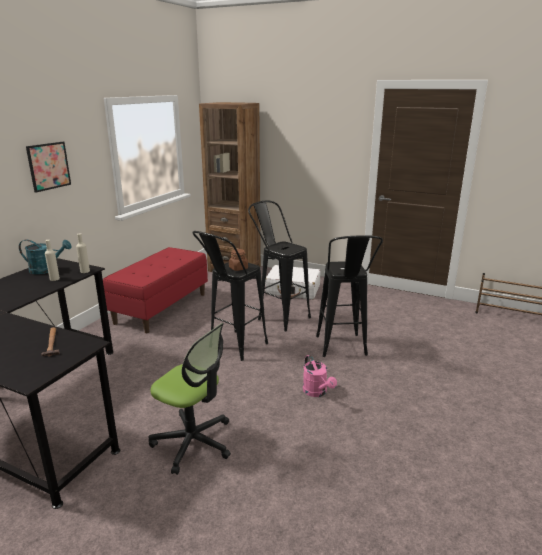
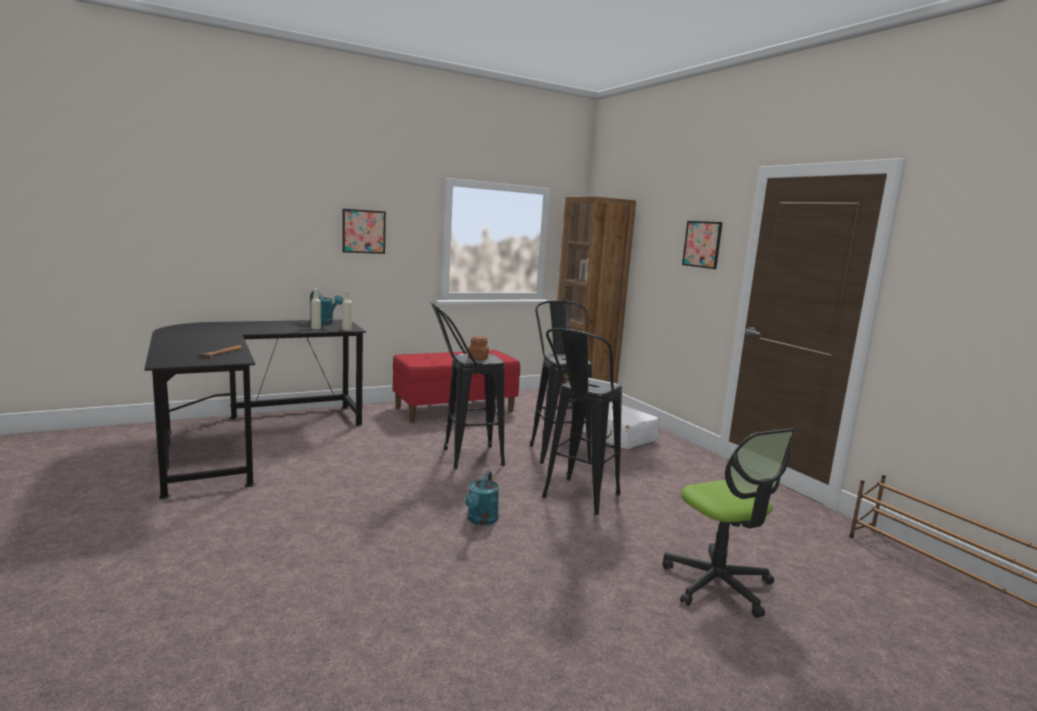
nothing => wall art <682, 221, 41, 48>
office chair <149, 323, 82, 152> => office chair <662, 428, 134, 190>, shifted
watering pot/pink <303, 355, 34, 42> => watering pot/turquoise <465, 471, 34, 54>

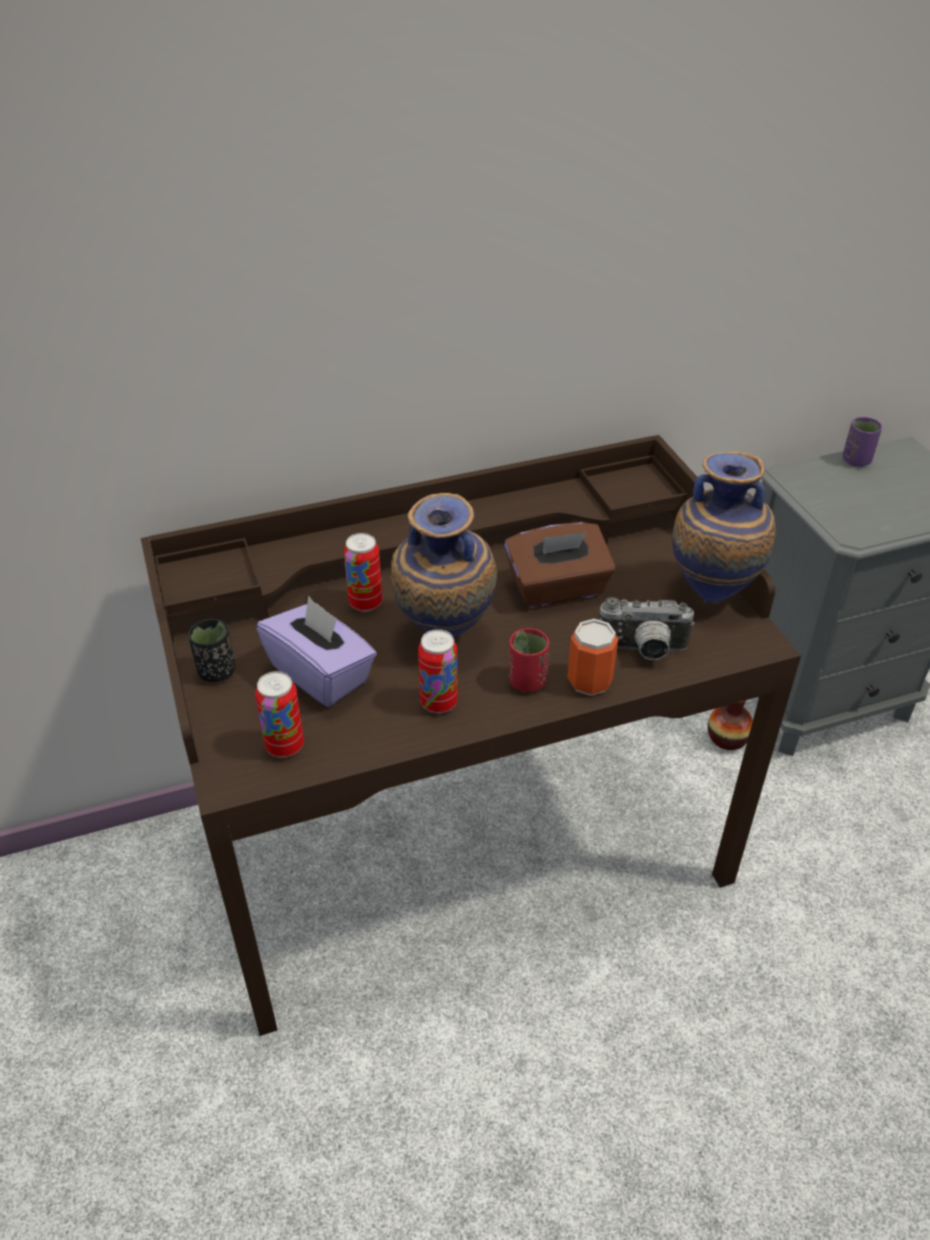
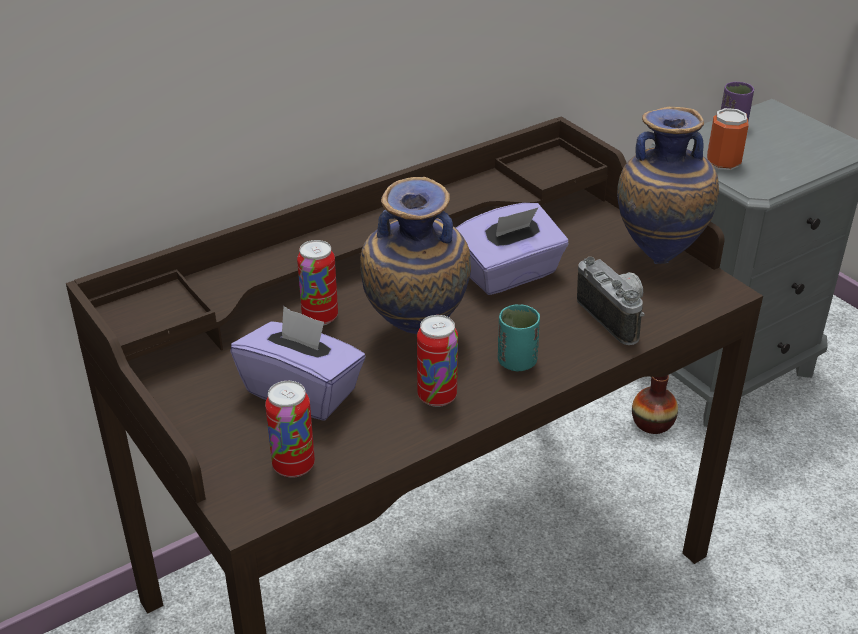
drinking cup/blackish <188, 619, 48, 63> => nothing
metal can <567, 619, 51, 77> => metal can <707, 108, 42, 62>, shifted
box of tissues/brownish <504, 522, 112, 86> => box of tissues/purplish <456, 203, 113, 92>
drinking cup/red-coloured <509, 628, 40, 64> => drinking cup/turquoise <498, 305, 42, 66>
photo camera <598, 597, 97, 63> => photo camera <577, 257, 68, 88>, 105 degrees counterclockwise

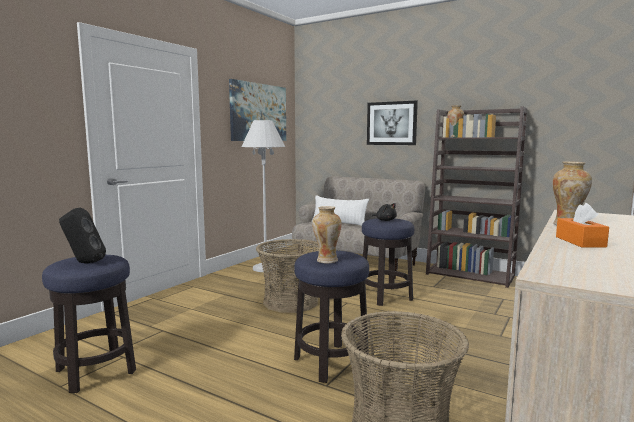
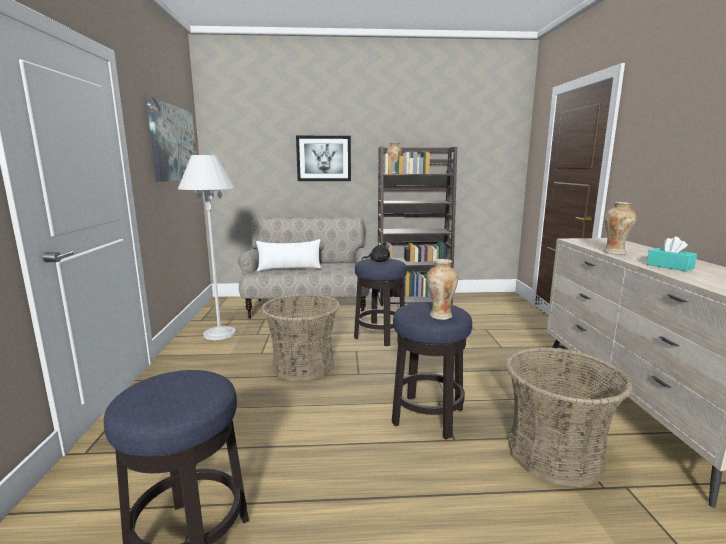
loudspeaker/blackish <59, 208, 47, 55> => nothing
box of tissues/orangey <556, 203, 53, 45> => box of tissues/turquoise <647, 237, 50, 34>

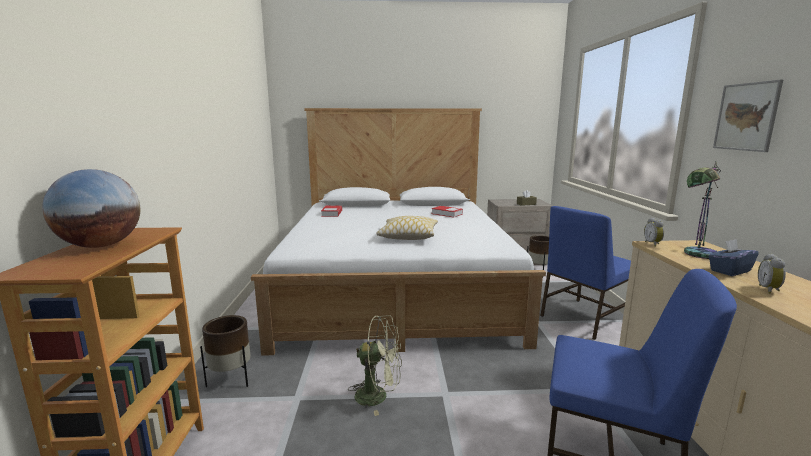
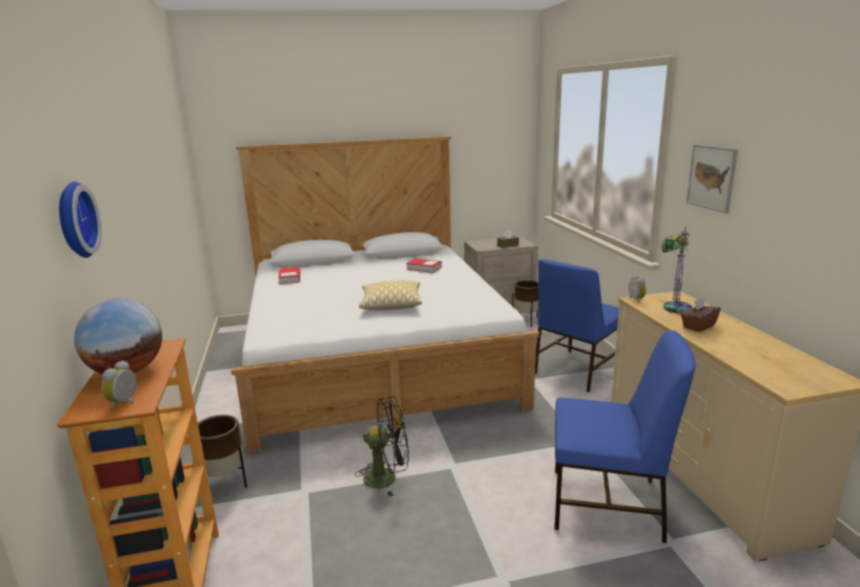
nothing => hanging clock <59, 182, 42, 76>
alarm clock <758, 254, 28, 40> => alarm clock <101, 360, 35, 50>, shifted
electric fan/greenish <348, 315, 54, 101> => electric fan/blackish <354, 397, 55, 100>
box of tissues/blue <708, 239, 51, 37> => box of tissues/brownish <681, 298, 40, 34>

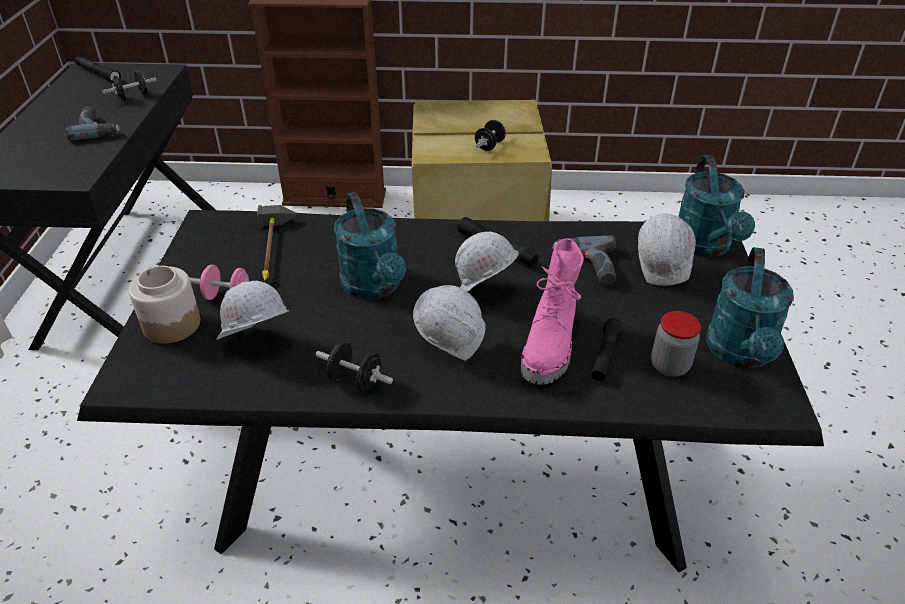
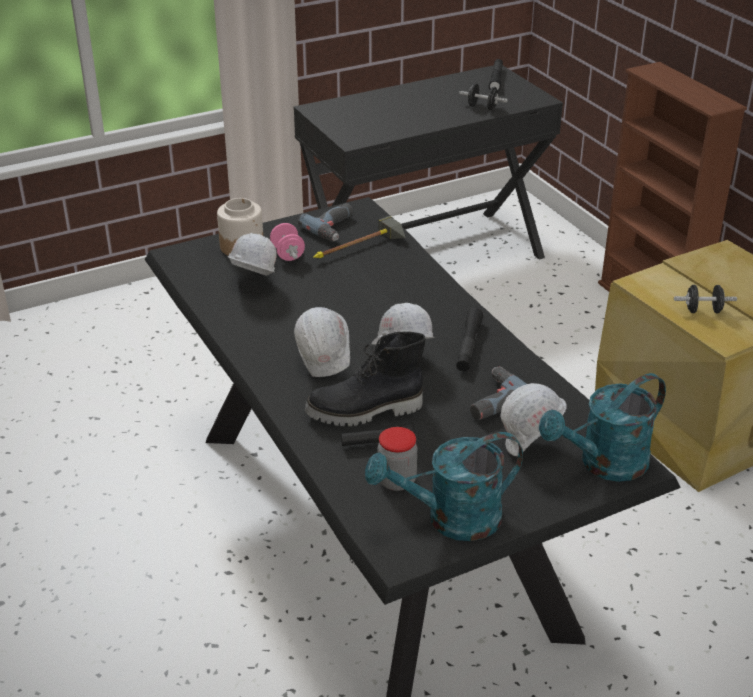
hand weight/blackish <316, 342, 77, 50> => nothing
watering pot/turquoise <334, 192, 72, 108> => nothing
electric drill <65, 106, 56, 34> => electric drill <298, 203, 55, 39>, shifted
high-top boot/pink <521, 238, 63, 147> => high-top boot/blackish <305, 331, 121, 95>

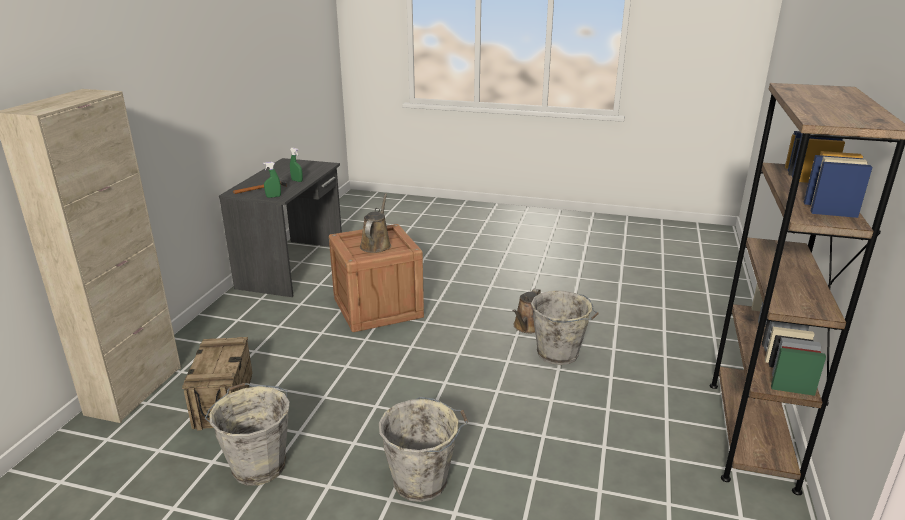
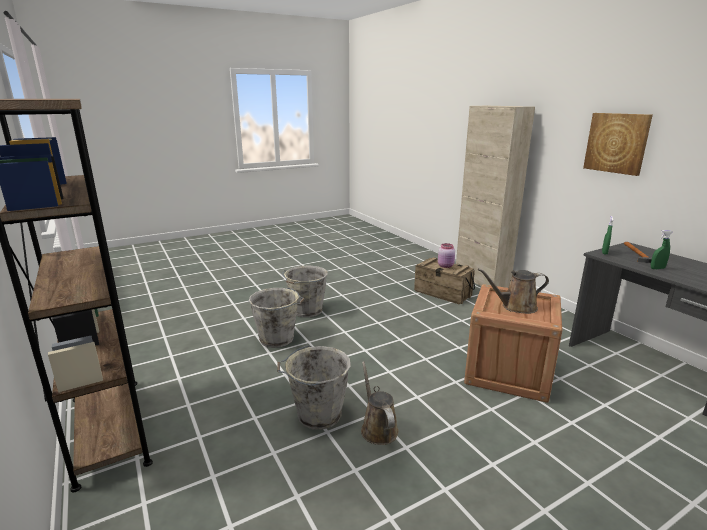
nothing => preserve jar/pink <438, 243, 17, 25>
nothing => wall art <583, 113, 70, 63>
water bucket/gray <205, 383, 85, 103> => water bucket/gray <249, 288, 55, 60>, shifted
watering pot/brownish <360, 193, 31, 60> => watering pot/brownish <478, 268, 71, 46>, 120 degrees clockwise

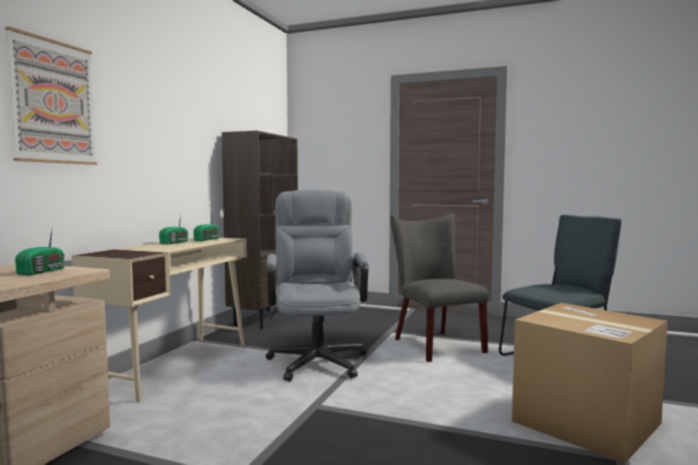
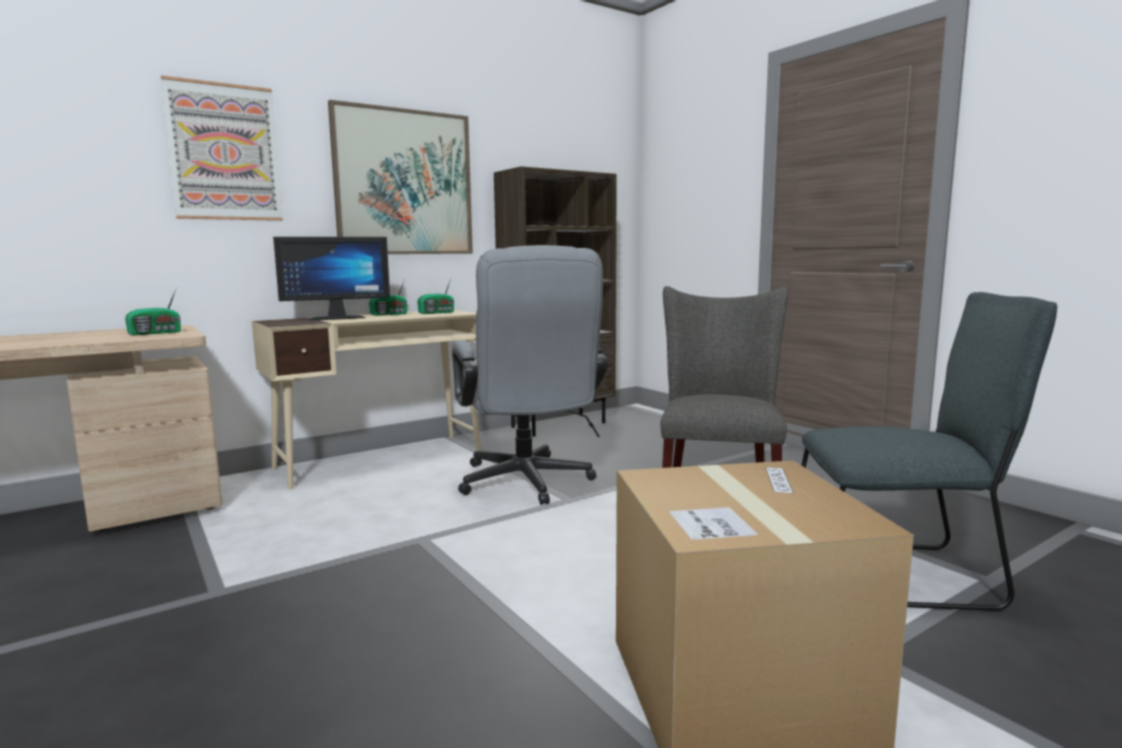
nothing => computer display <273, 237, 117, 84>
nothing => wall art <328, 100, 145, 154>
office chair/gray <266, 190, 103, 191> => office chair/gray <452, 245, 156, 260>, 135 degrees clockwise

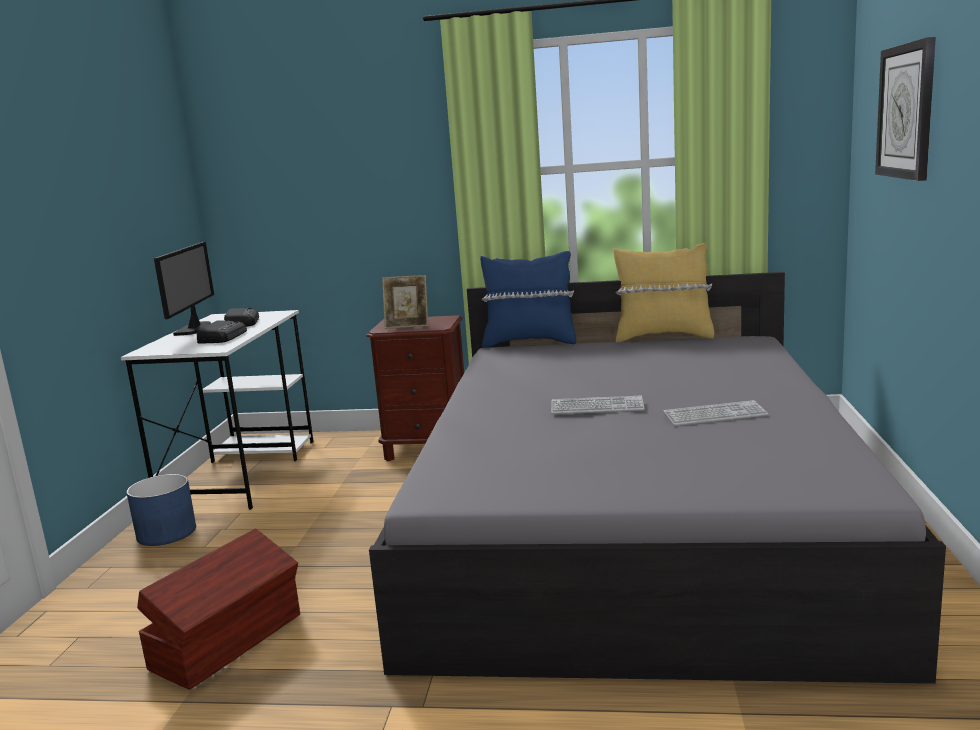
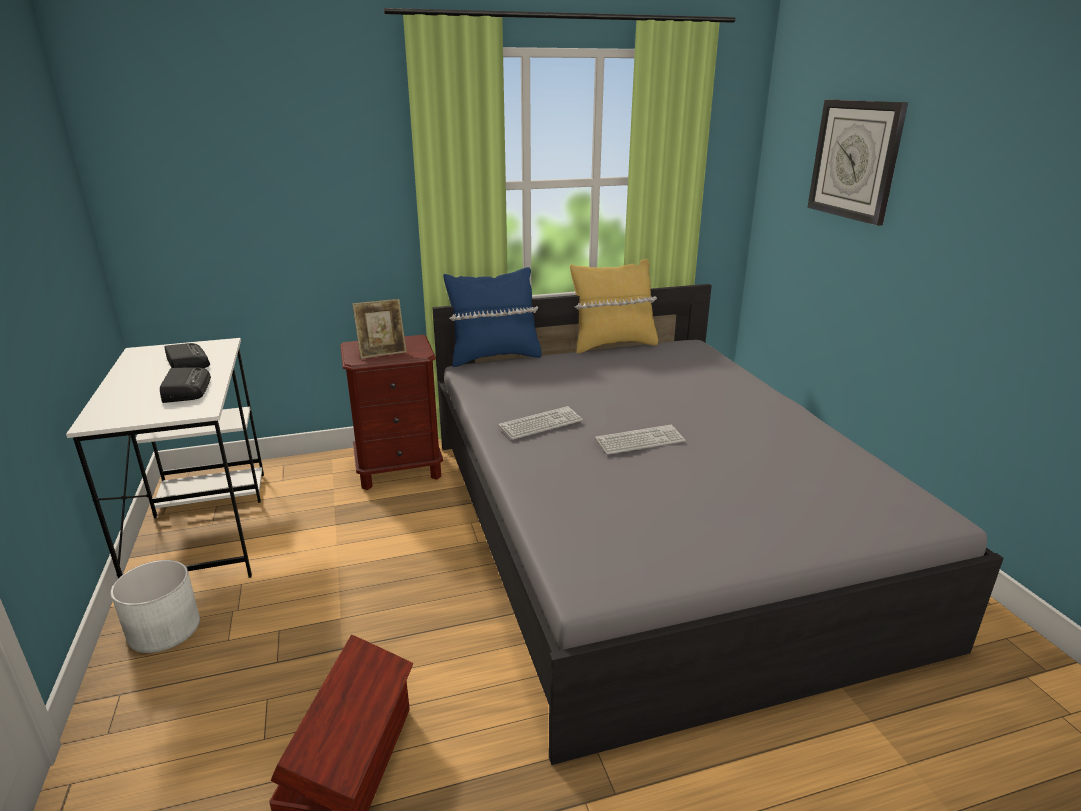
computer display <154, 242, 60, 94> => nothing
keyboard <663, 400, 105, 26> => keyboard <498, 406, 85, 34>, shifted
plant pot/blue <126, 474, 70, 72> => plant pot/white <111, 560, 89, 93>

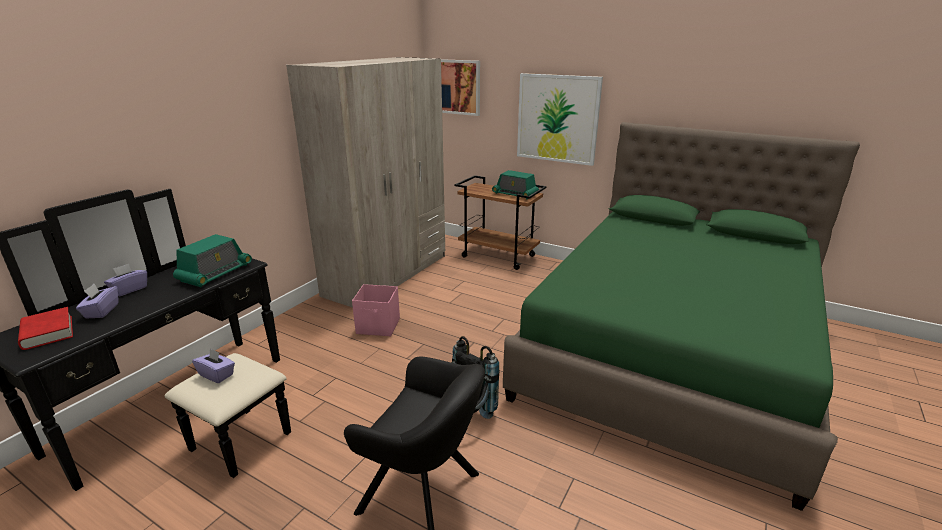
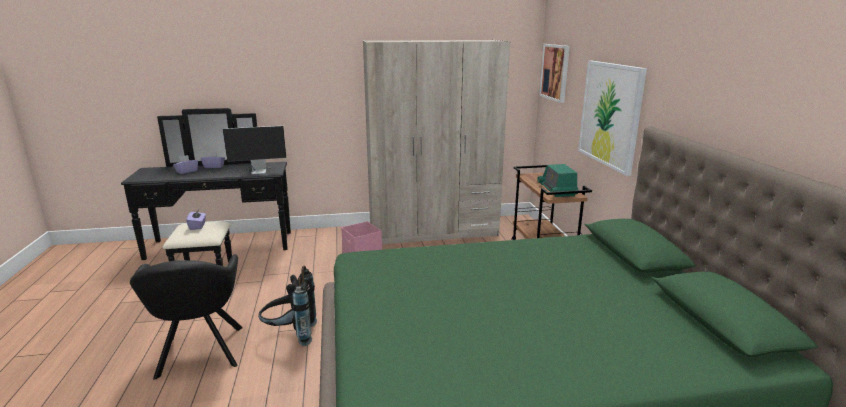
book/red-coloured <18, 307, 55, 43> => nothing
radio <173, 234, 79, 53> => computer display <210, 126, 76, 48>

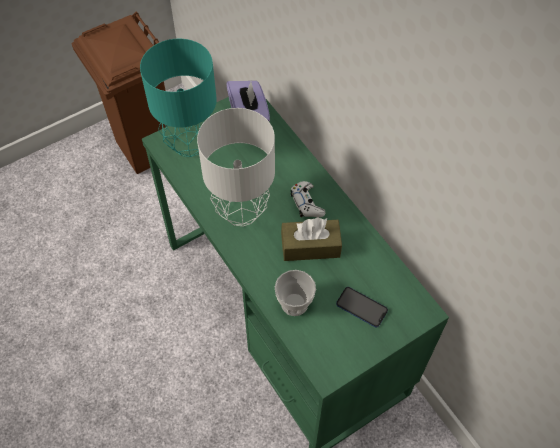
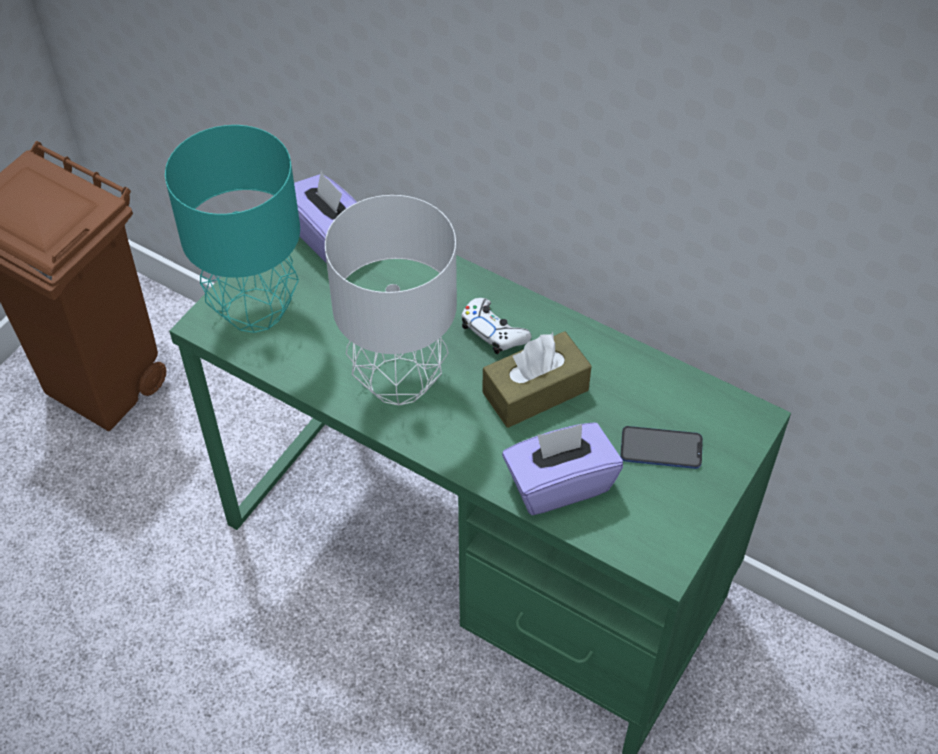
drinking cup <275, 270, 41, 46> => box of tissues/purplish <502, 422, 121, 93>

